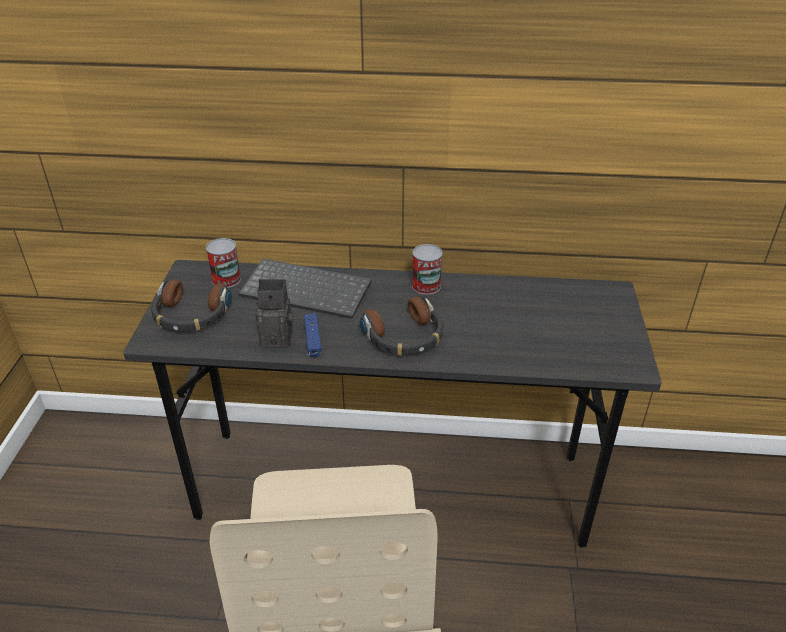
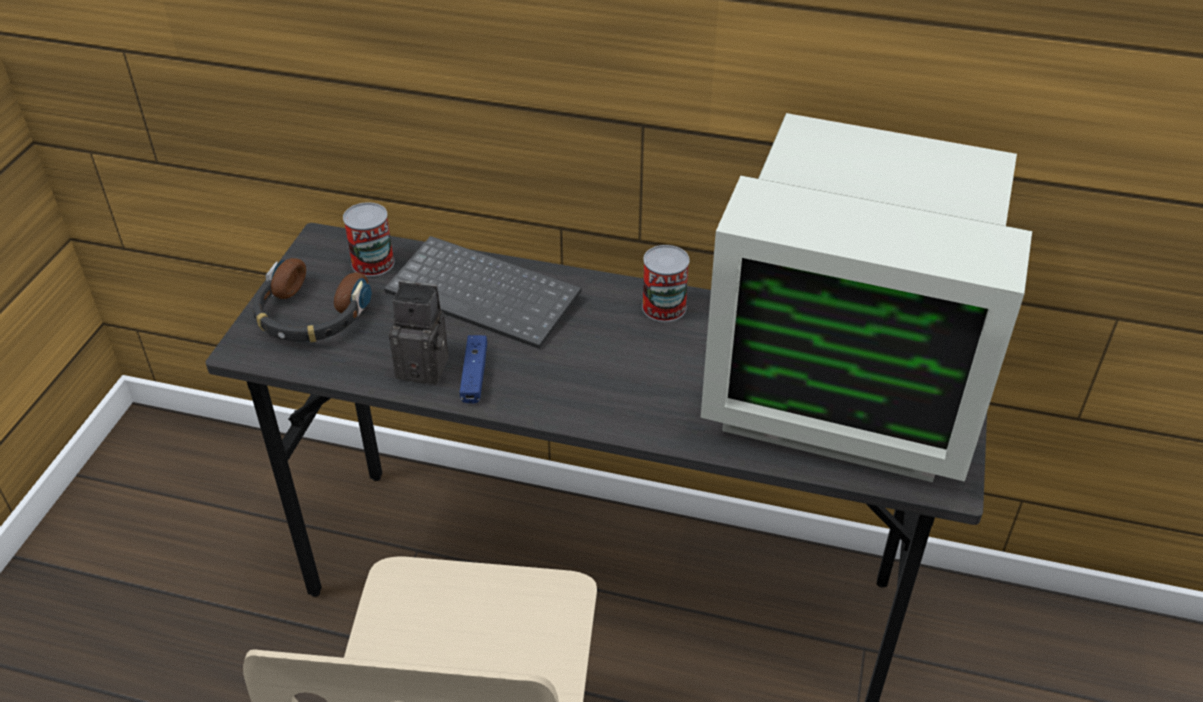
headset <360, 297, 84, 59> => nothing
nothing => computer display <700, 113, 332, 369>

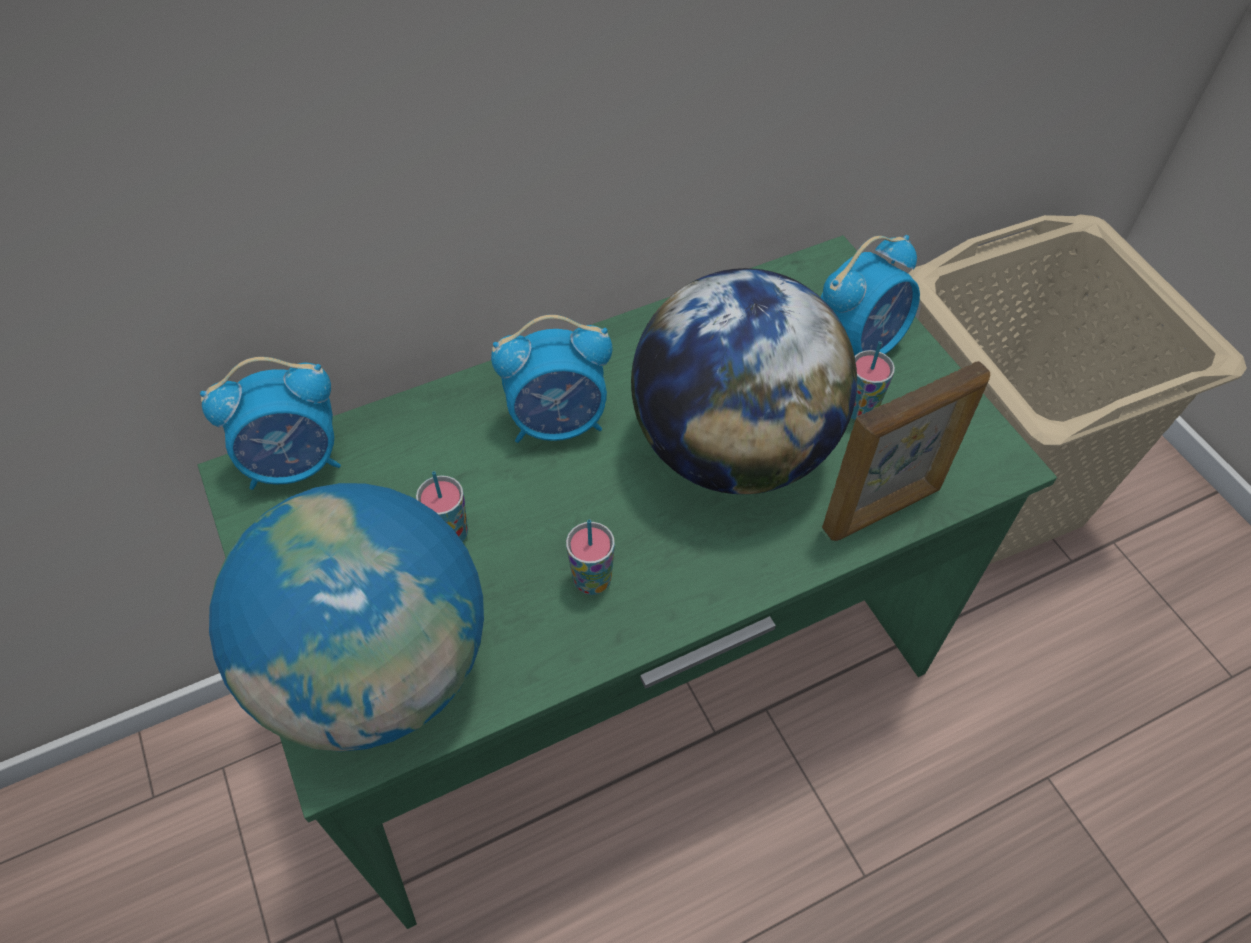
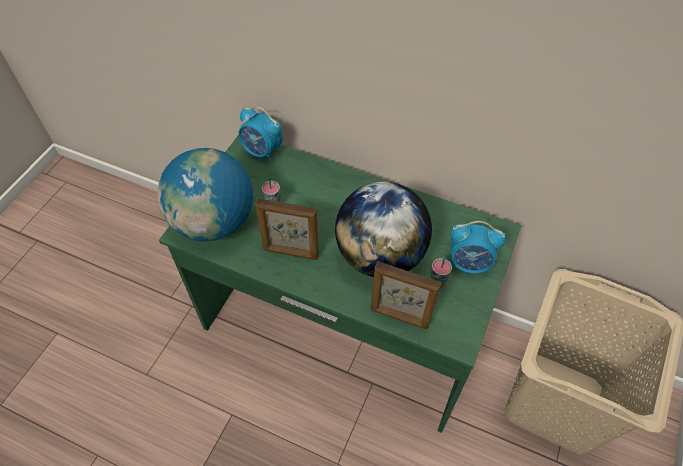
alarm clock <491, 315, 122, 128> => nothing
drinking cup <566, 519, 49, 76> => picture frame <255, 198, 64, 62>

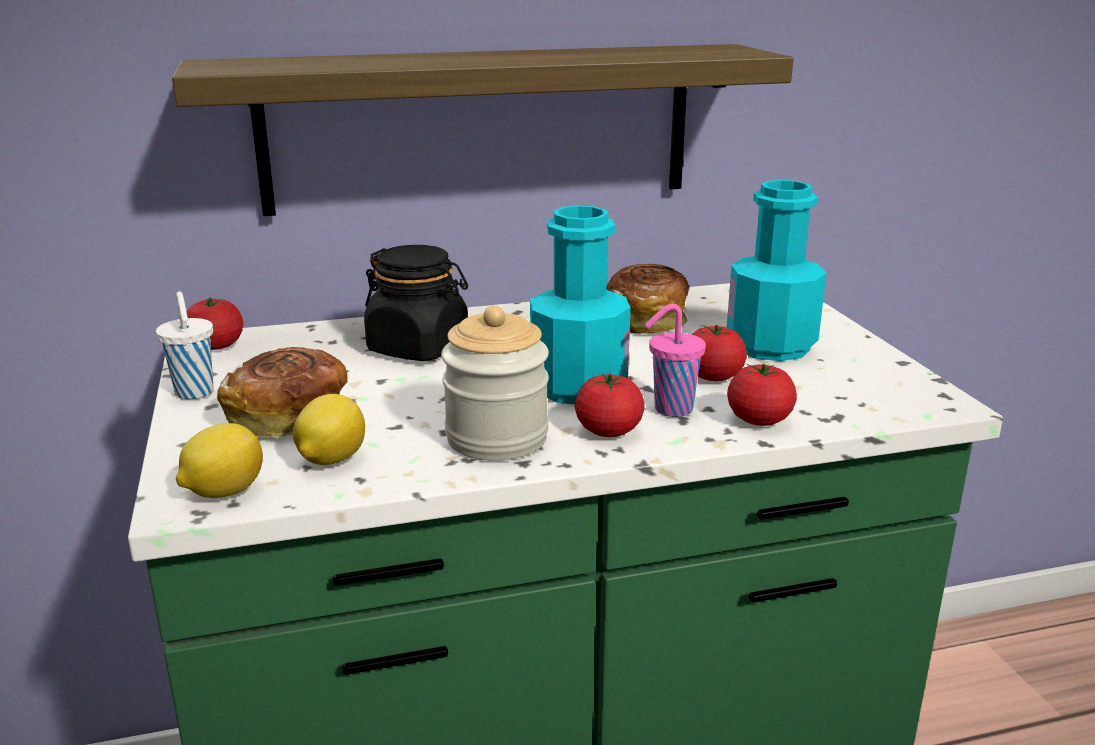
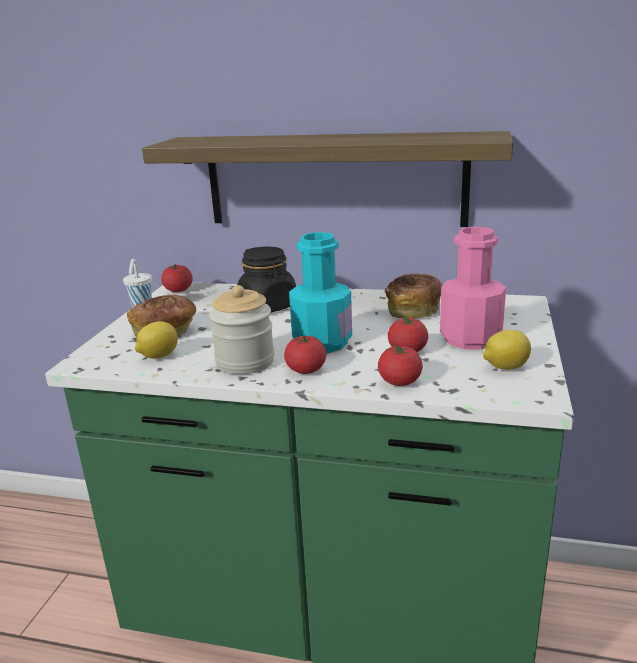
drinking cup/pink <645, 304, 61, 113> => nothing
whole lemon <176, 423, 87, 75> => whole lemon <483, 330, 48, 40>, shifted
drink bottle/turquoise <727, 180, 99, 181> => drink bottle/pink <440, 227, 66, 123>

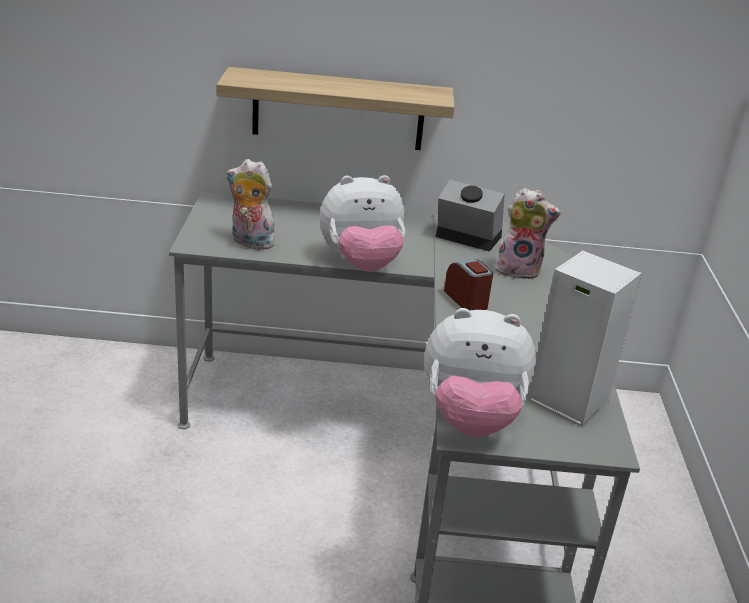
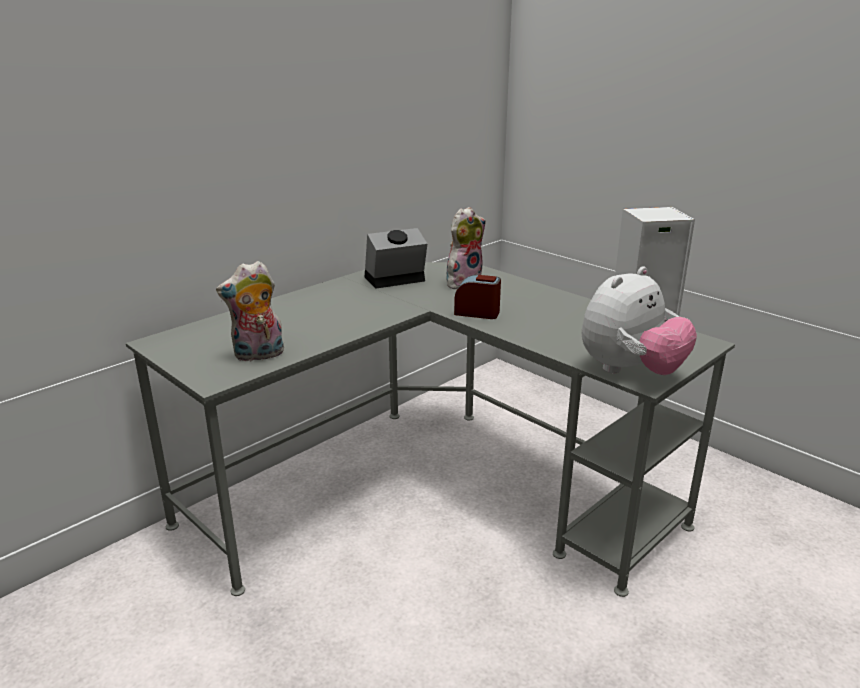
wall shelf <216, 67, 239, 83> => nothing
soft toy <320, 175, 85, 97> => nothing

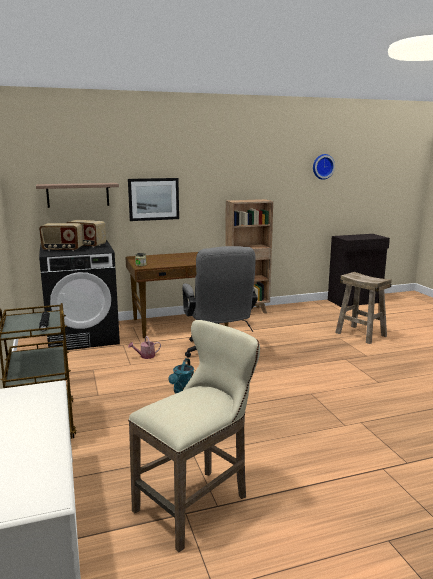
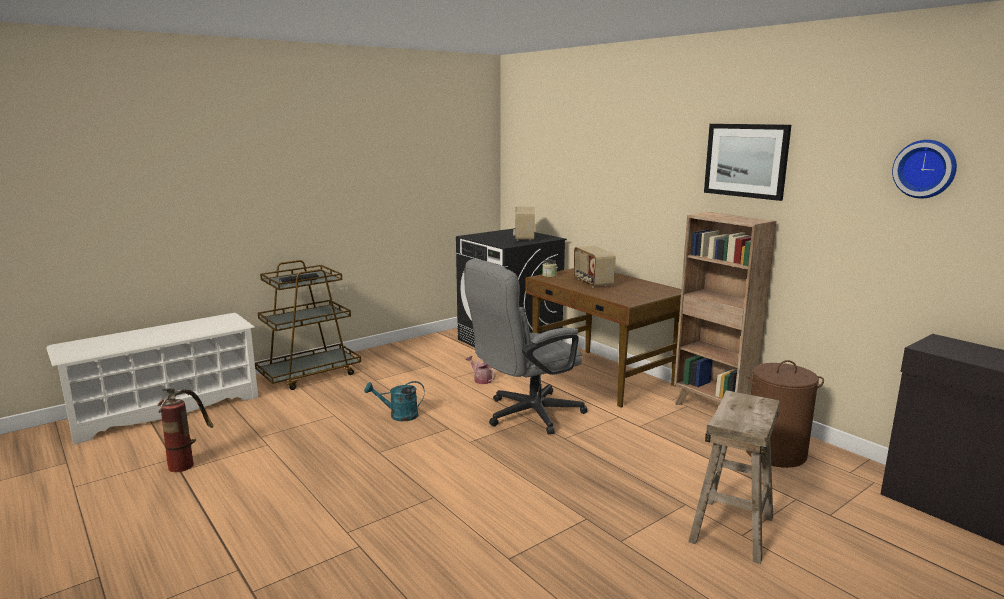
wall shelf <36, 183, 83, 25> => nothing
nothing => laundry basket/brownish <746, 360, 78, 108>
radio <39, 223, 44, 28> => radio <574, 246, 42, 42>, shifted
wall art <128, 178, 51, 43> => wall art <704, 124, 87, 77>, shifted
stool/beige-coloured <128, 320, 132, 232> => extinguisher <157, 387, 57, 85>

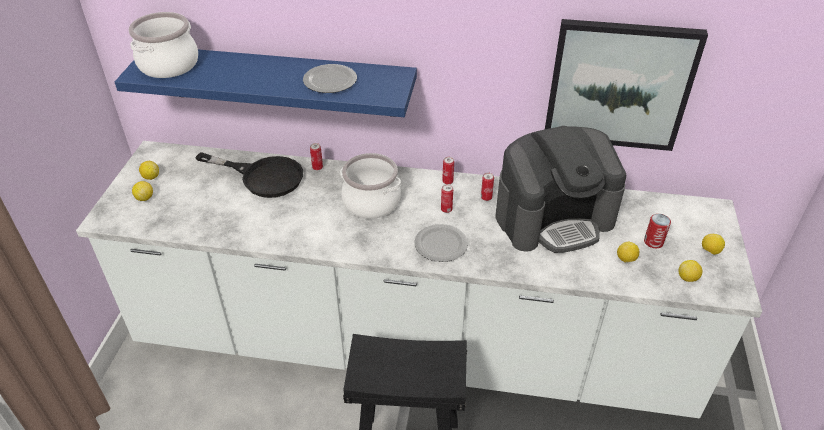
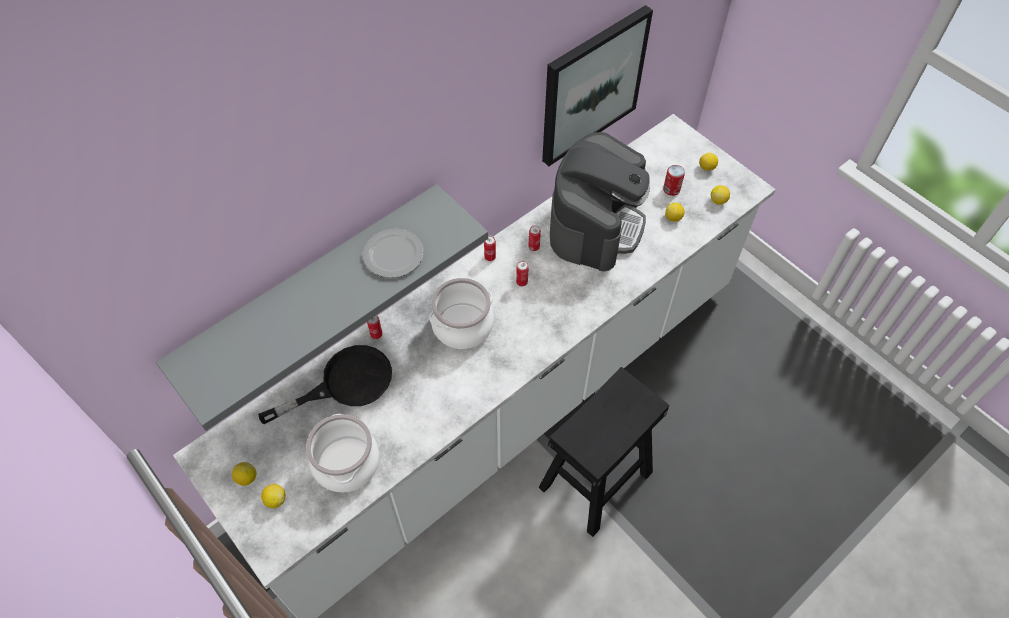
flat dish <414, 224, 54, 38> => nothing
stockpot <128, 12, 70, 66> => stockpot <306, 414, 74, 79>, shifted
wall shelf/blue <115, 49, 302, 68> => wall shelf/gray <156, 184, 332, 247>

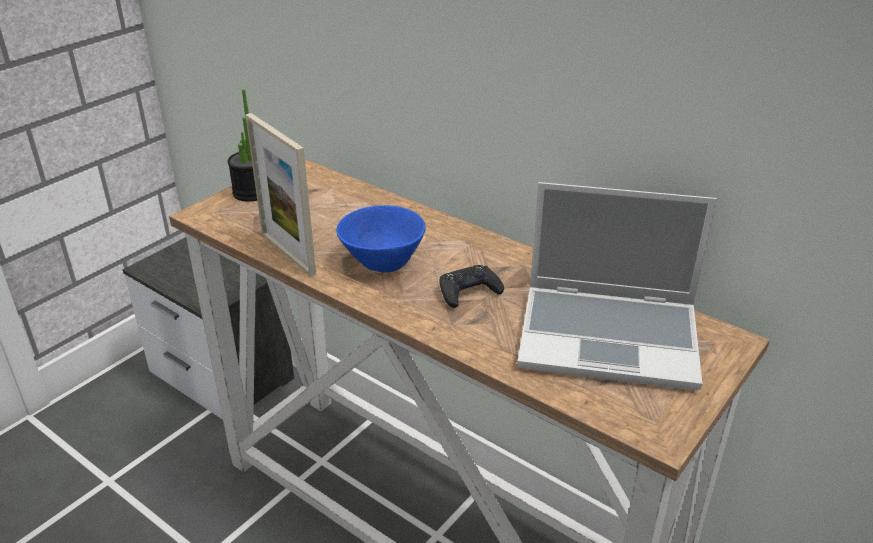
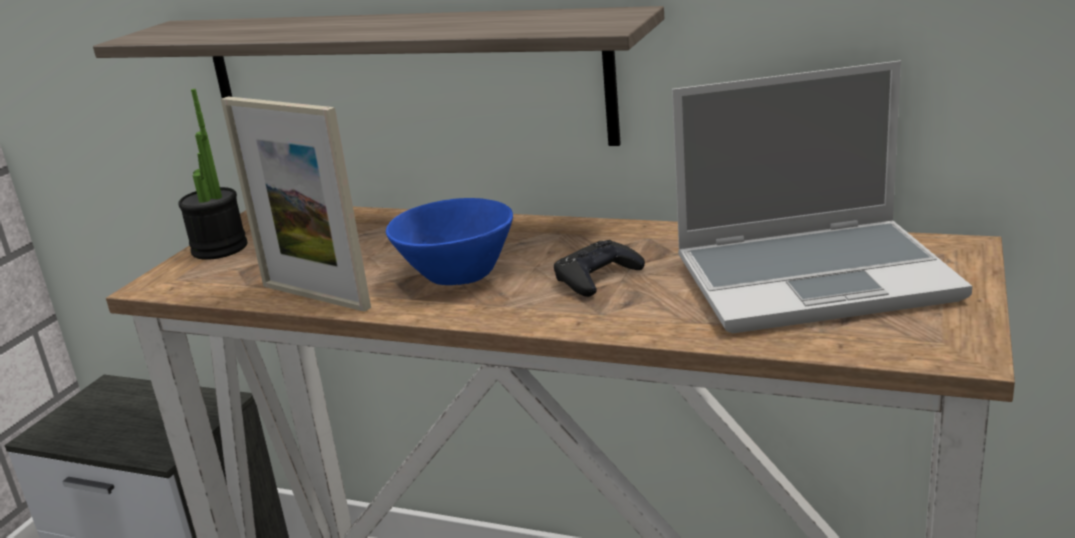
nothing => wall shelf <93, 6, 571, 140>

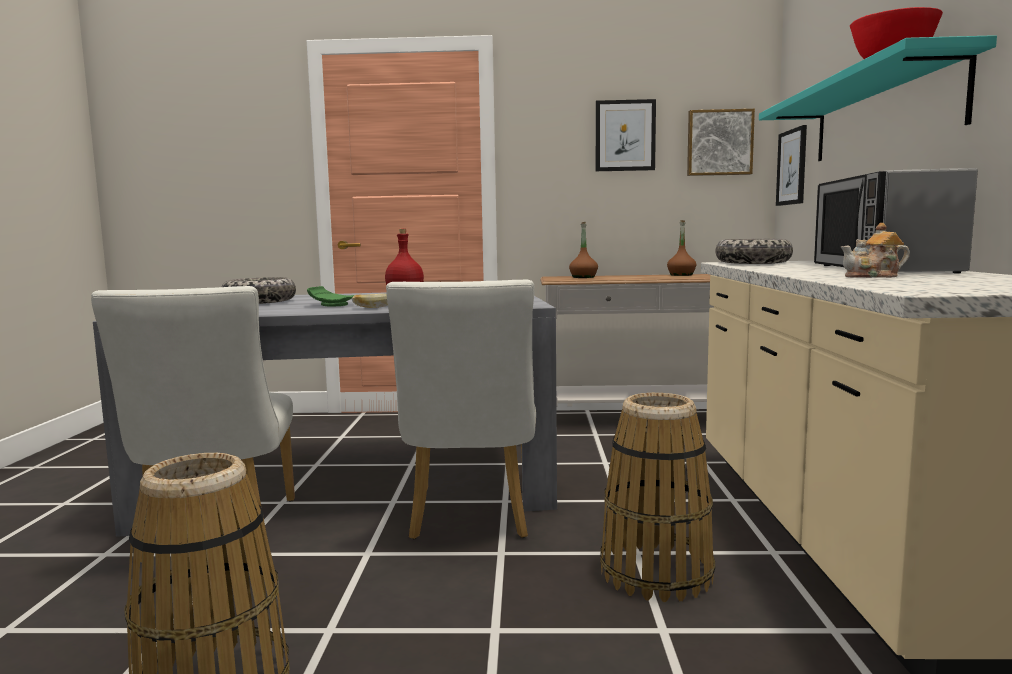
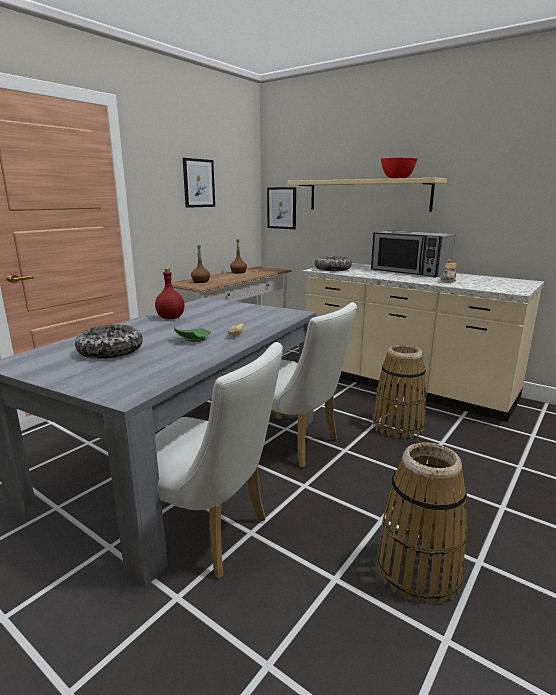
wall art <687, 109, 68, 67> => nothing
wall shelf/turquoise <759, 35, 238, 126> => wall shelf/beige-coloured <287, 178, 160, 34>

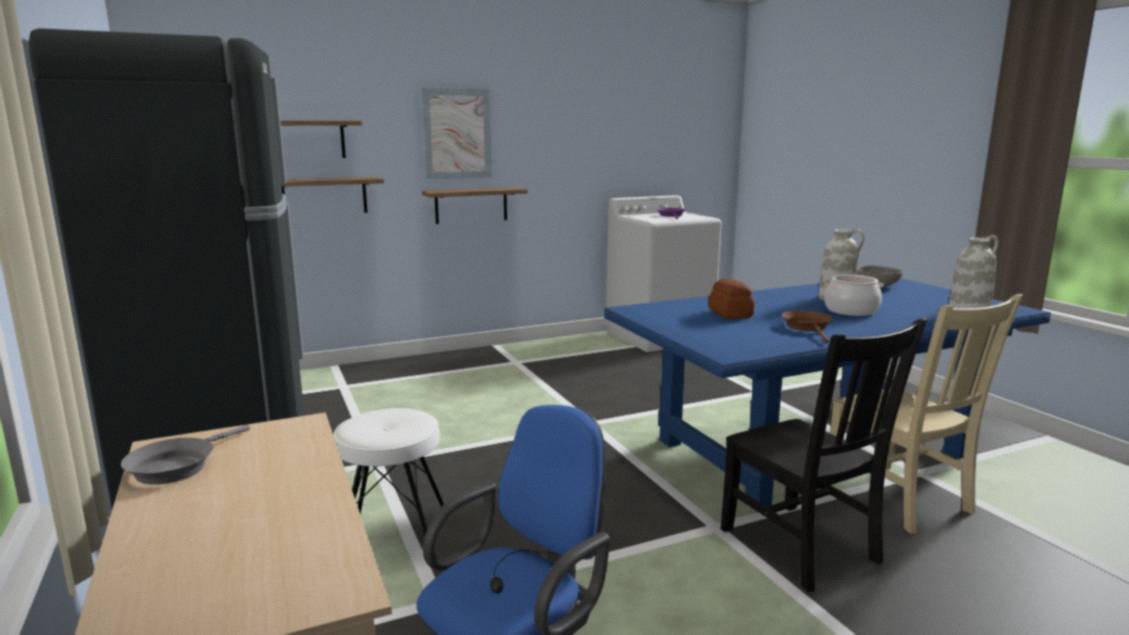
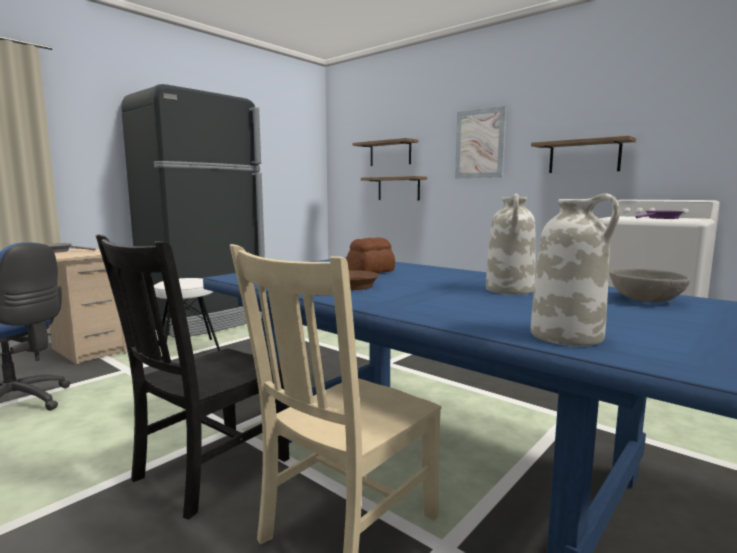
stockpot <824, 275, 60, 41> => nothing
wall shelf <422, 187, 105, 37> => wall shelf <531, 136, 105, 37>, shifted

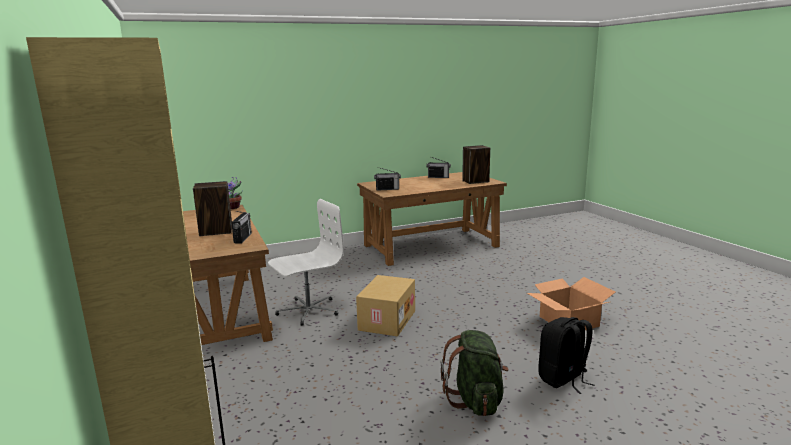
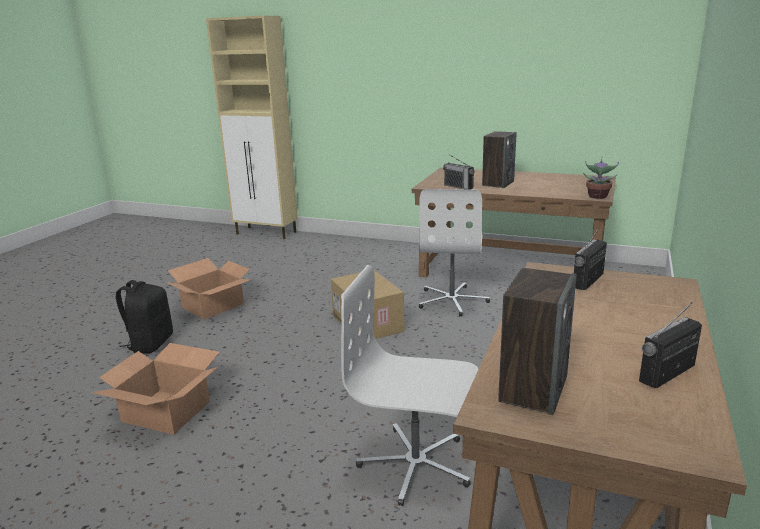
nothing => office chair/white <341, 265, 137, 241>
knapsack/greenish <441, 330, 68, 86> => cardboard box <166, 258, 84, 61>

